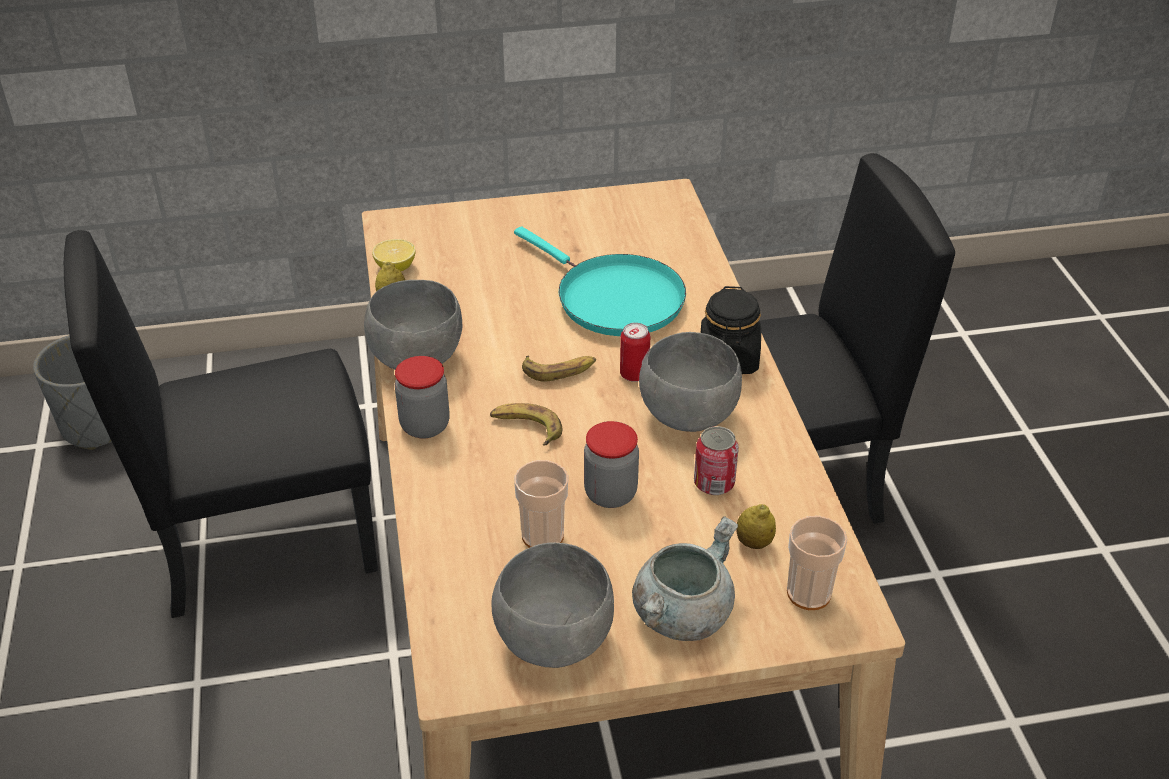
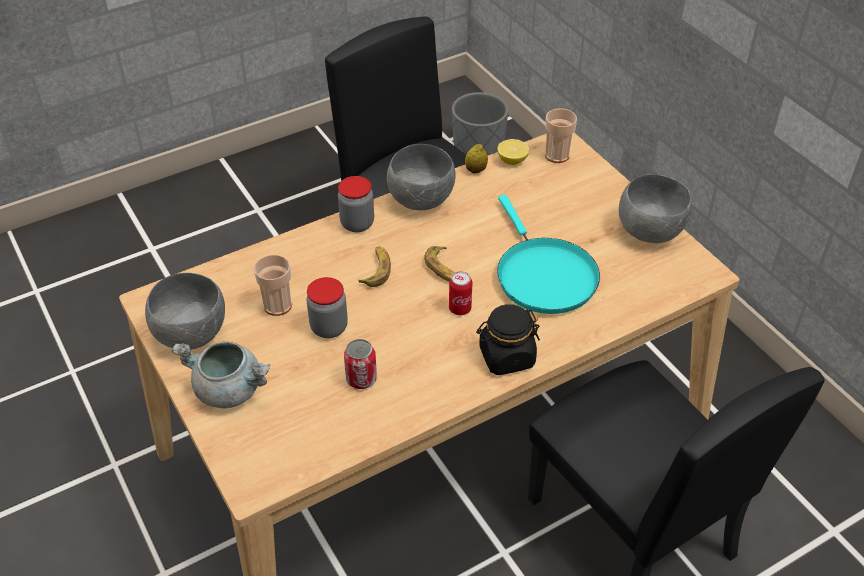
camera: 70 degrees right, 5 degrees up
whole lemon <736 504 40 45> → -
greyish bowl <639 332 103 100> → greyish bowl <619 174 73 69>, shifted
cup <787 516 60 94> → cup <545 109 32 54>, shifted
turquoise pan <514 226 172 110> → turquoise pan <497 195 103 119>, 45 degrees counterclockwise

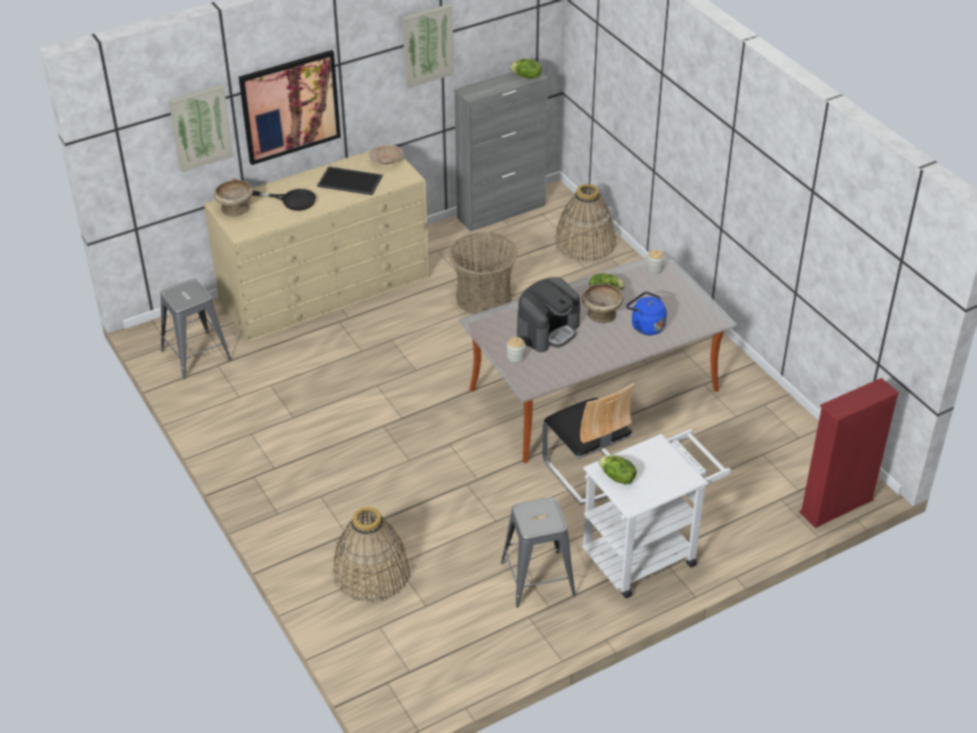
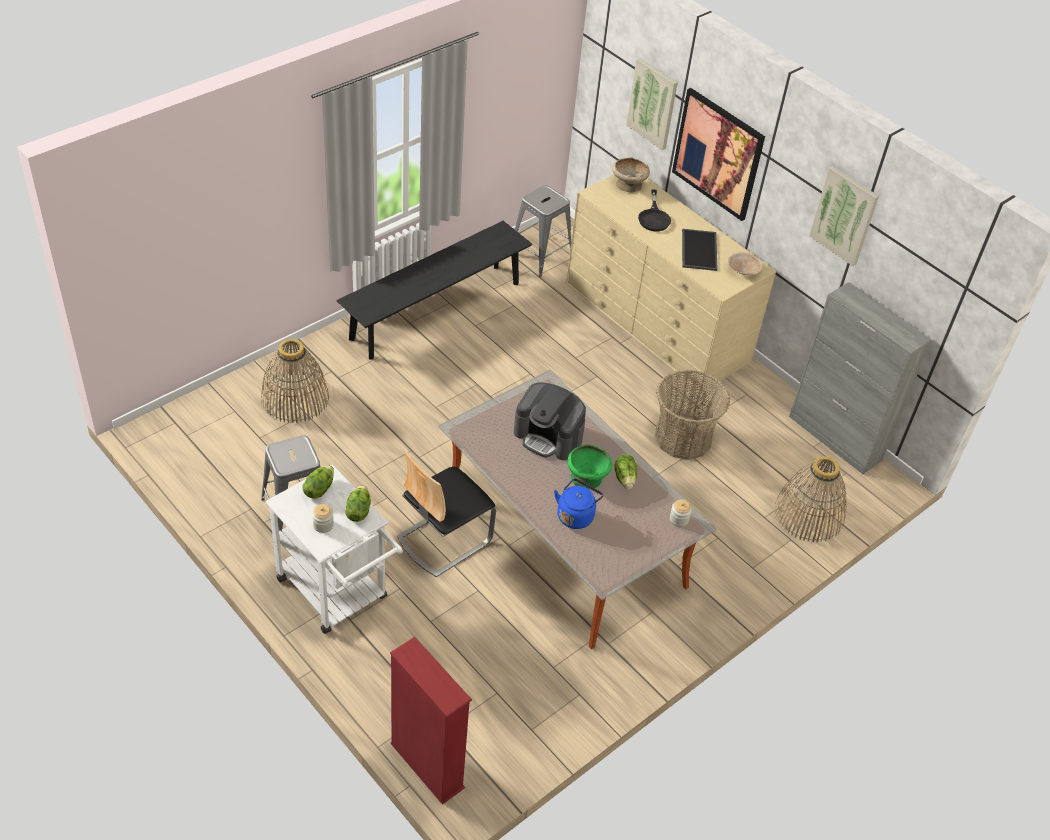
camera: 75 degrees right, 5 degrees up
- → blackish indoor bench <337 221 195 139>
storage jar <507 337 18 26> → storage jar <312 504 22 29>, shifted
lettuce <510 59 32 20> → lettuce <345 485 26 37>, shifted
beige-coloured bowl <582 283 41 40> → greenish bowl <568 444 44 45>

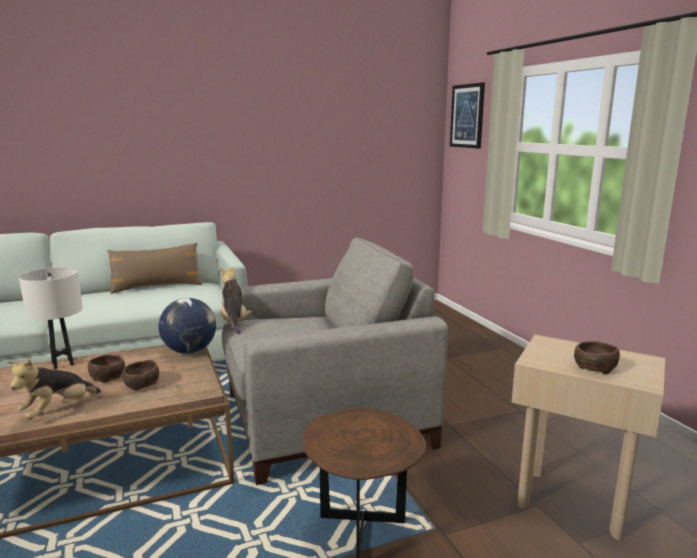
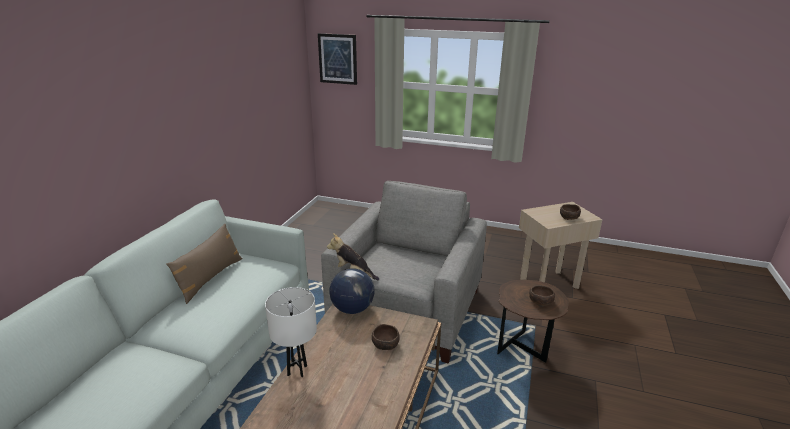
camera: 50 degrees left, 10 degrees up
cuddly toy <7 359 94 60> → -
brown bowl <88 354 37 29> → brown bowl <529 285 26 22>, shifted

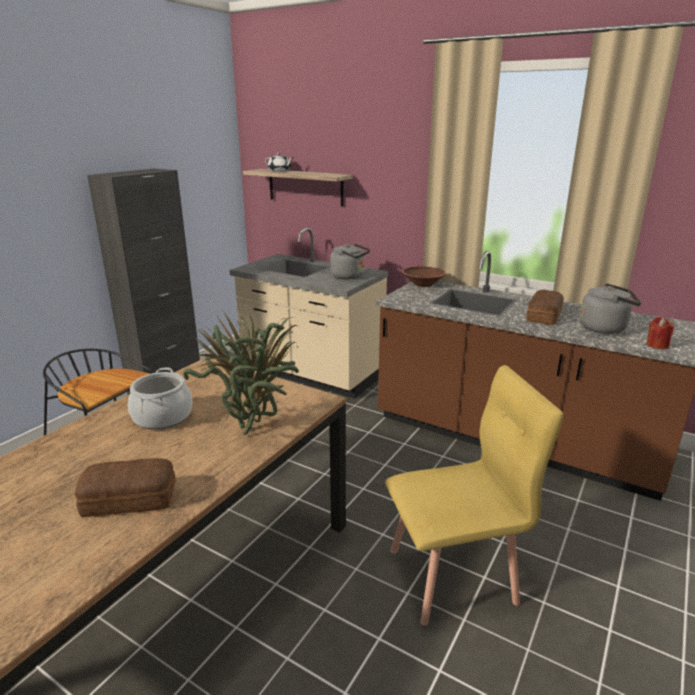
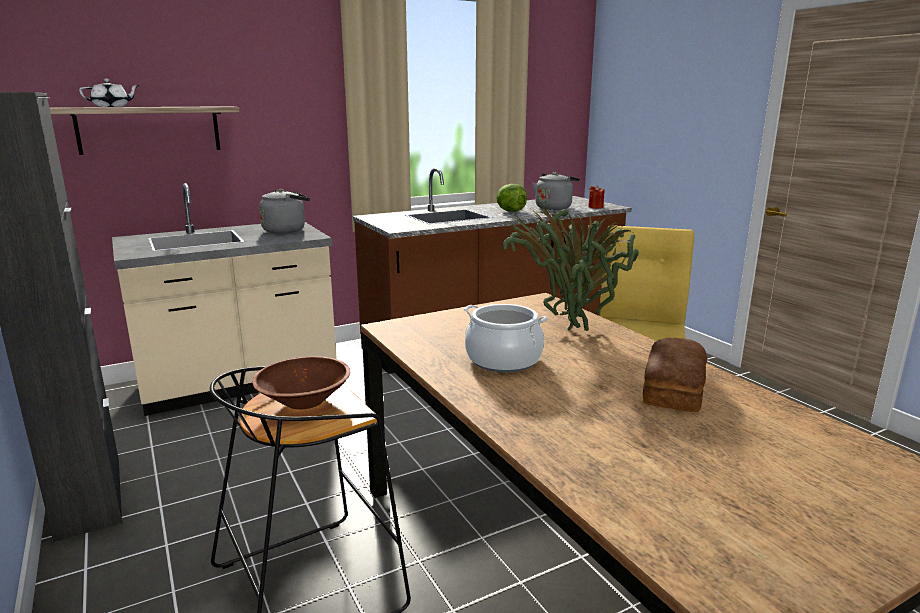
camera: 60 degrees left, 5 degrees down
brown bowl <402 266 44 21> → brown bowl <252 356 98 53>, shifted
bakery bread <526 290 38 35> → lettuce <496 184 31 28>

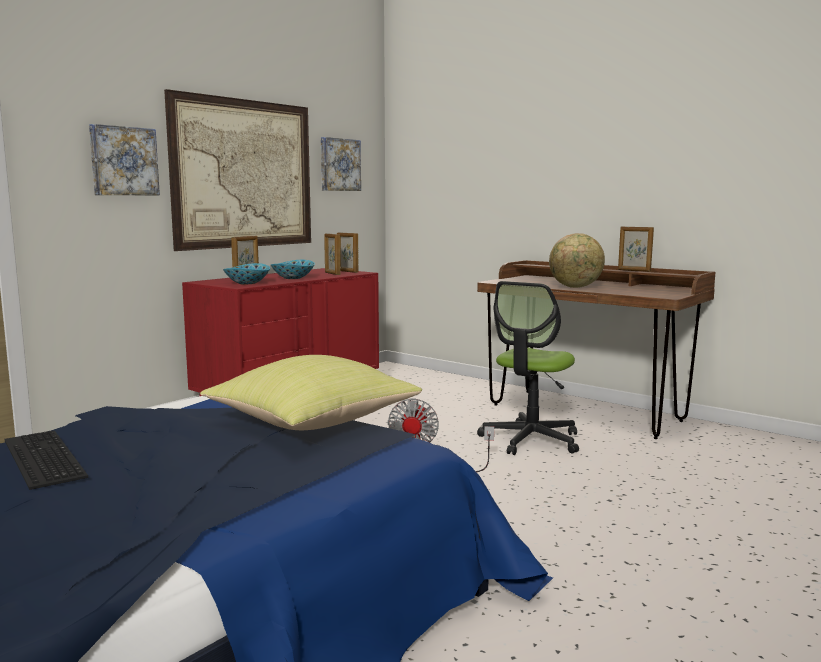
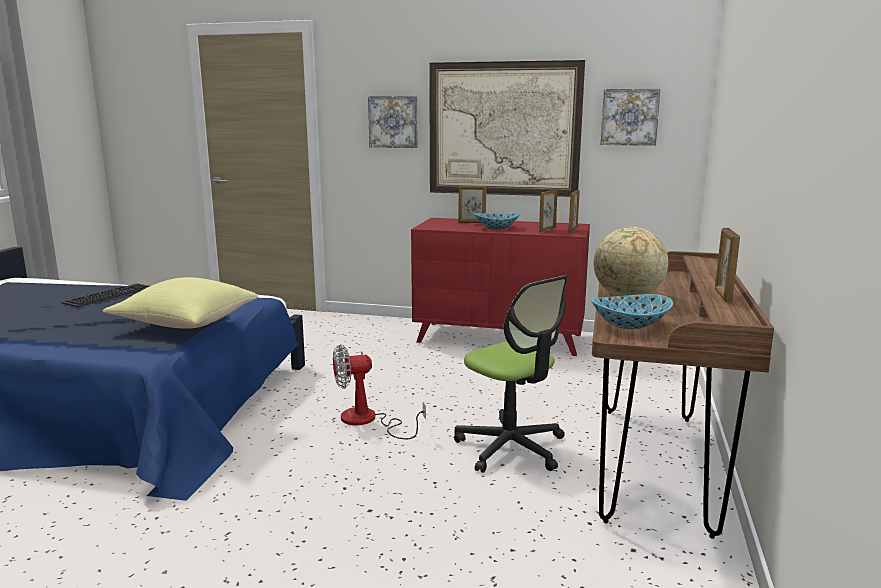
camera: 65 degrees right, 5 degrees up
bowl <223 263 47 21> → bowl <591 294 82 35>, shifted
desk chair <477 281 102 174> → desk chair <454 275 114 198>, 135 degrees counterclockwise

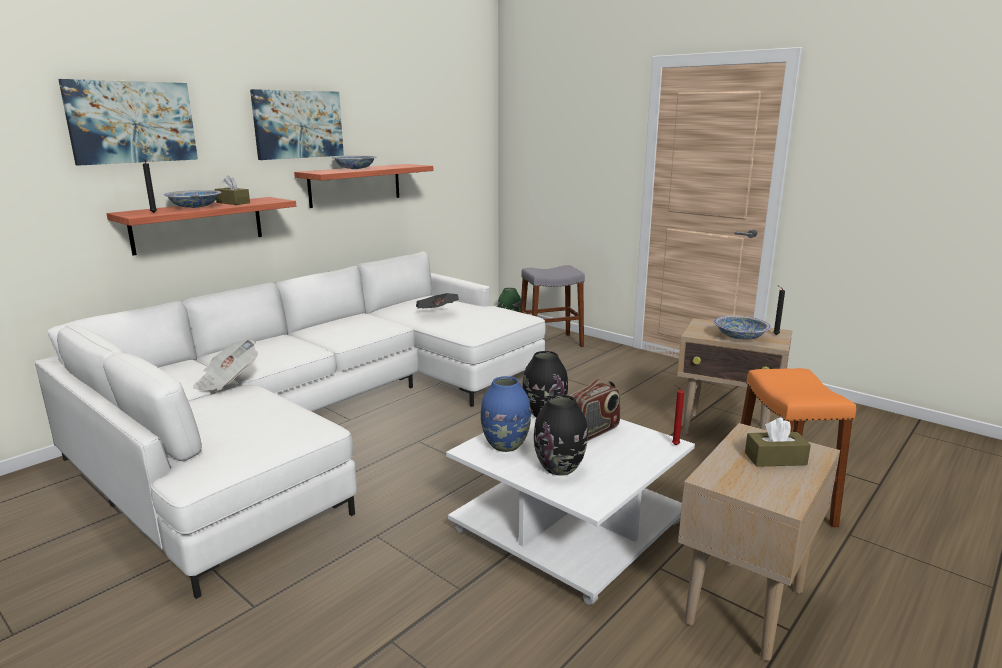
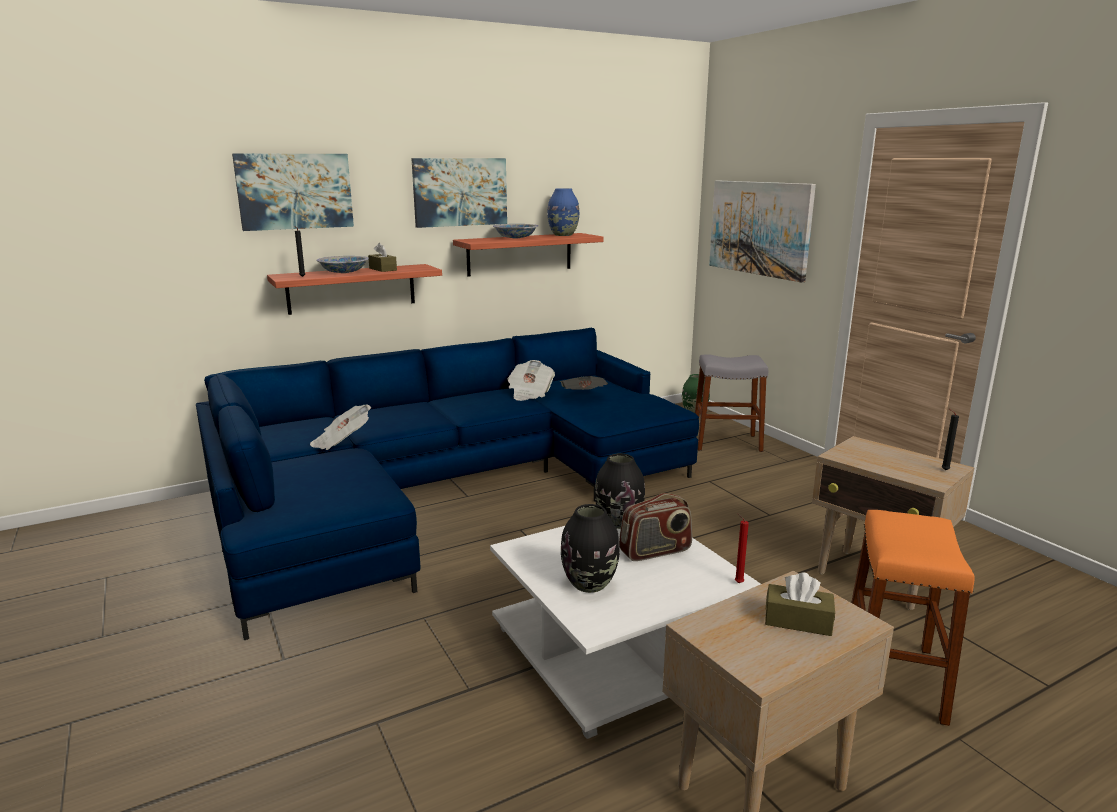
camera: 20 degrees right, 0 degrees up
bowl <714 316 57 24> → -
- → newspaper <508 360 47 41>
- → wall art <709 181 107 102>
blue decorative vase <481 376 50 76> → blue decorative vase <547 188 32 48>, shifted
whitish sofa <35 252 511 347> → blue sofa <196 328 503 312>

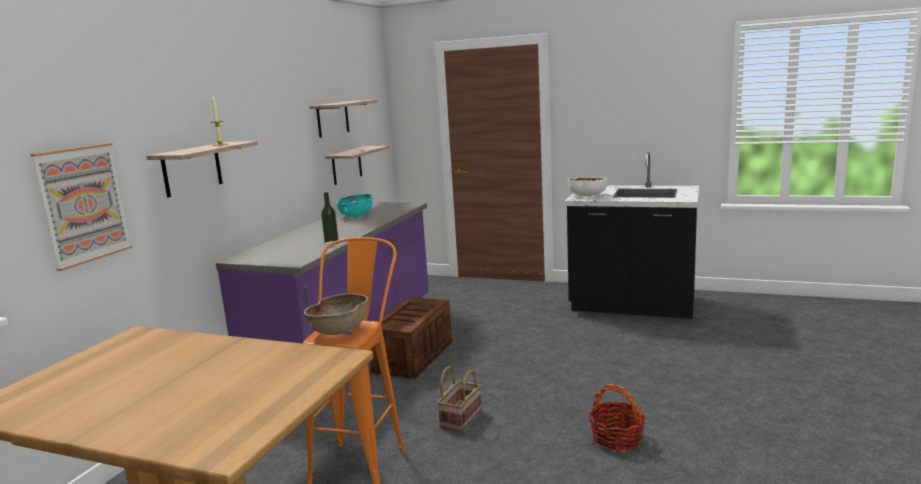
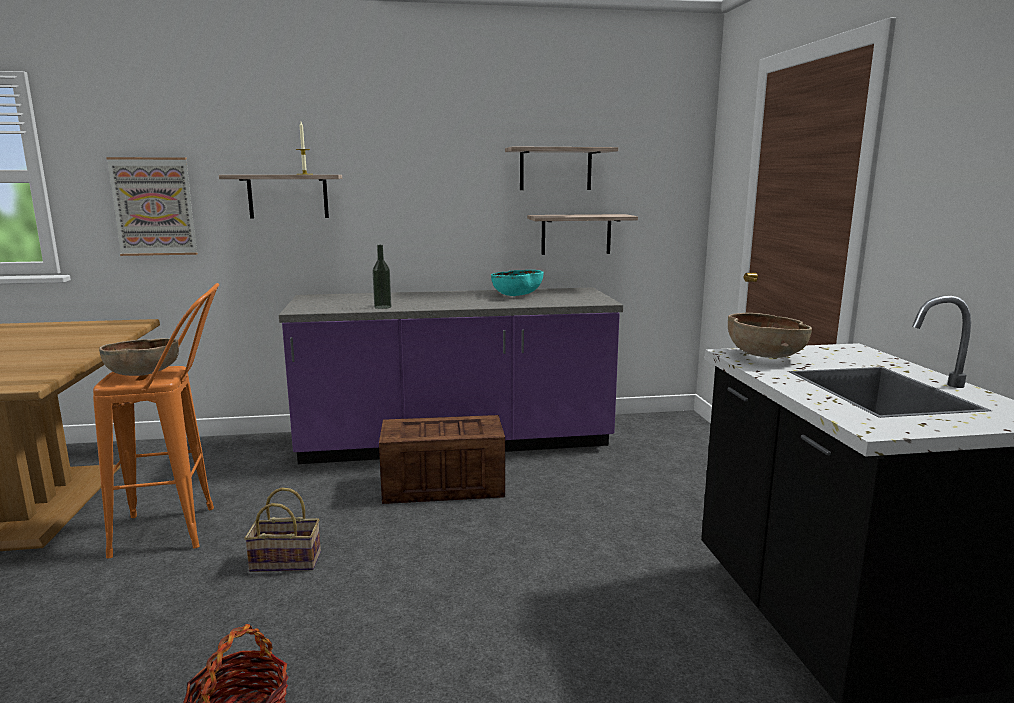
camera: 60 degrees right, 0 degrees up
whitish bowl <568 177 40 19> → brown bowl <728 313 84 45>

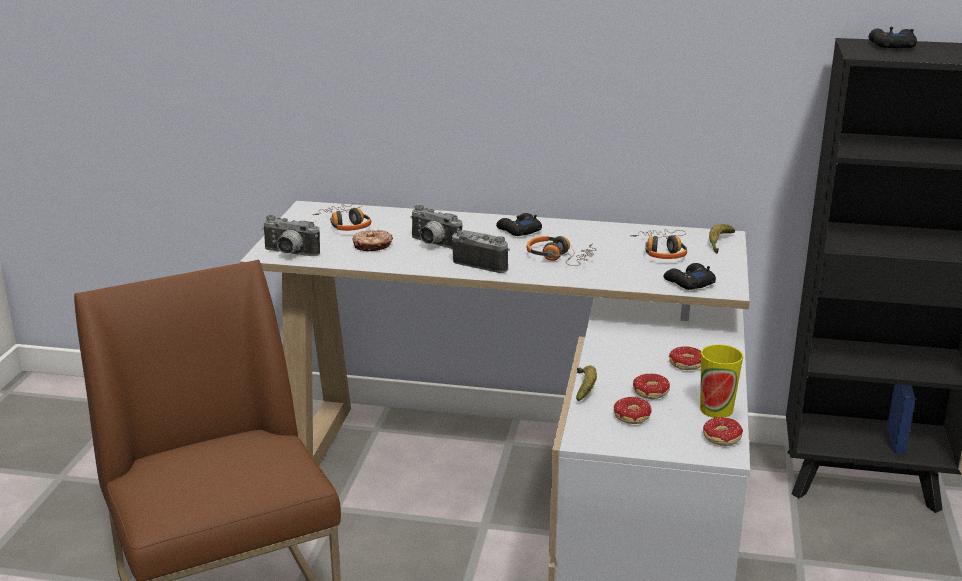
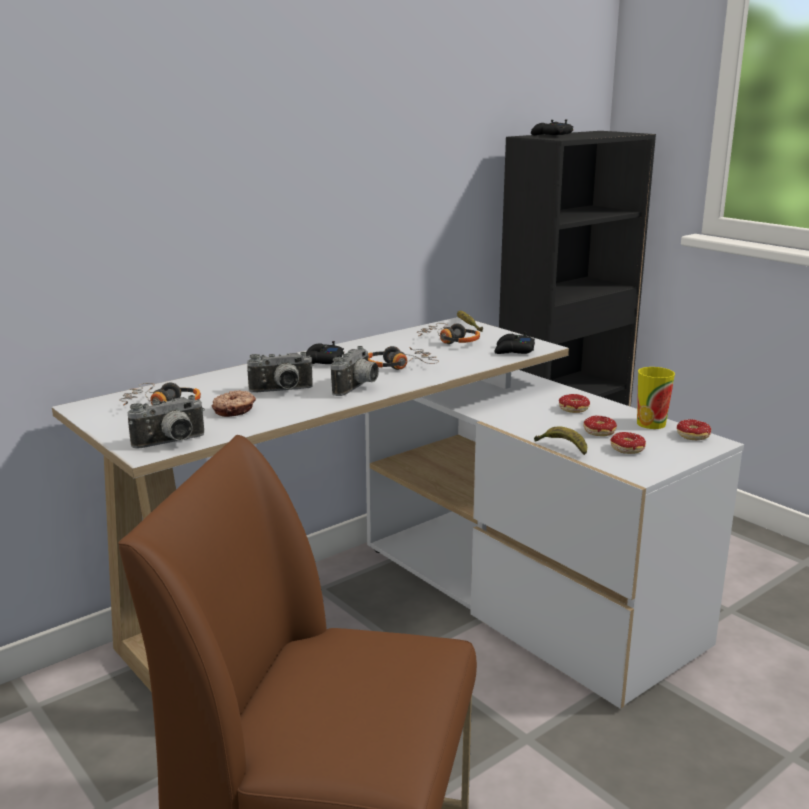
camera: 50 degrees left, 5 degrees down
photo camera <452 230 58 43> → photo camera <331 346 48 50>, 135 degrees clockwise

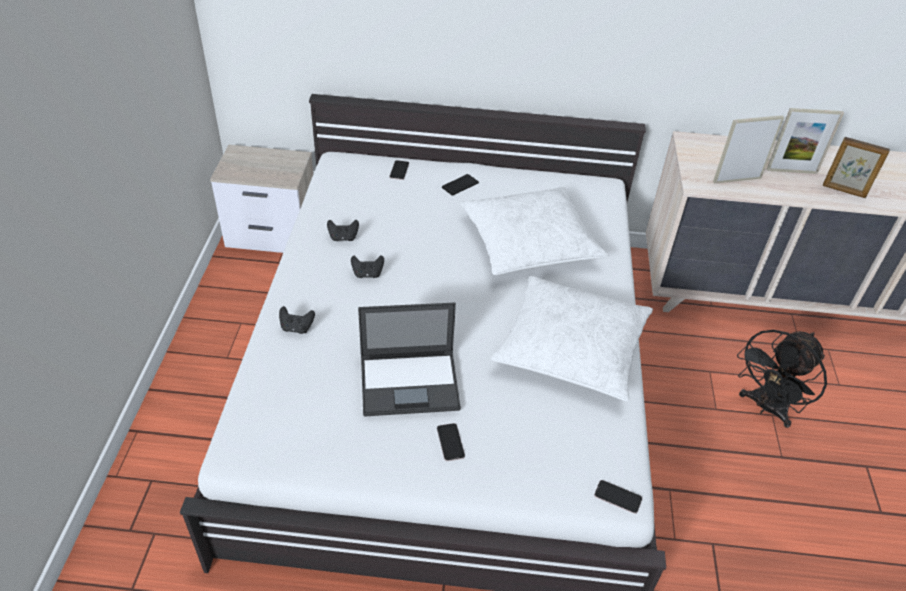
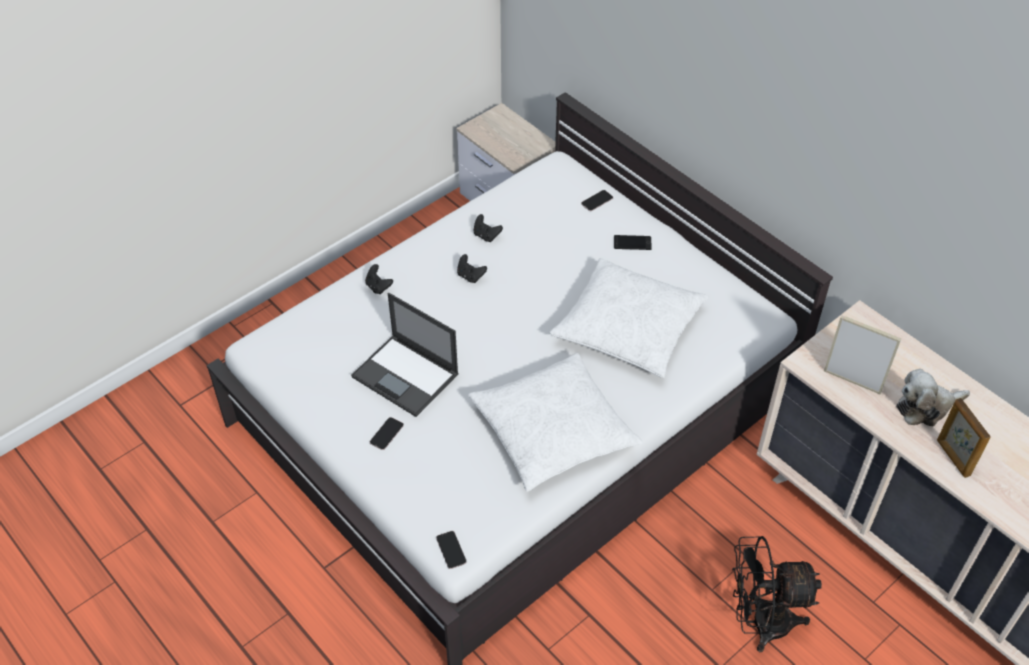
camera: 45 degrees right, 5 degrees up
picture frame <767 108 77 66> → cuddly toy <896 369 74 57>

